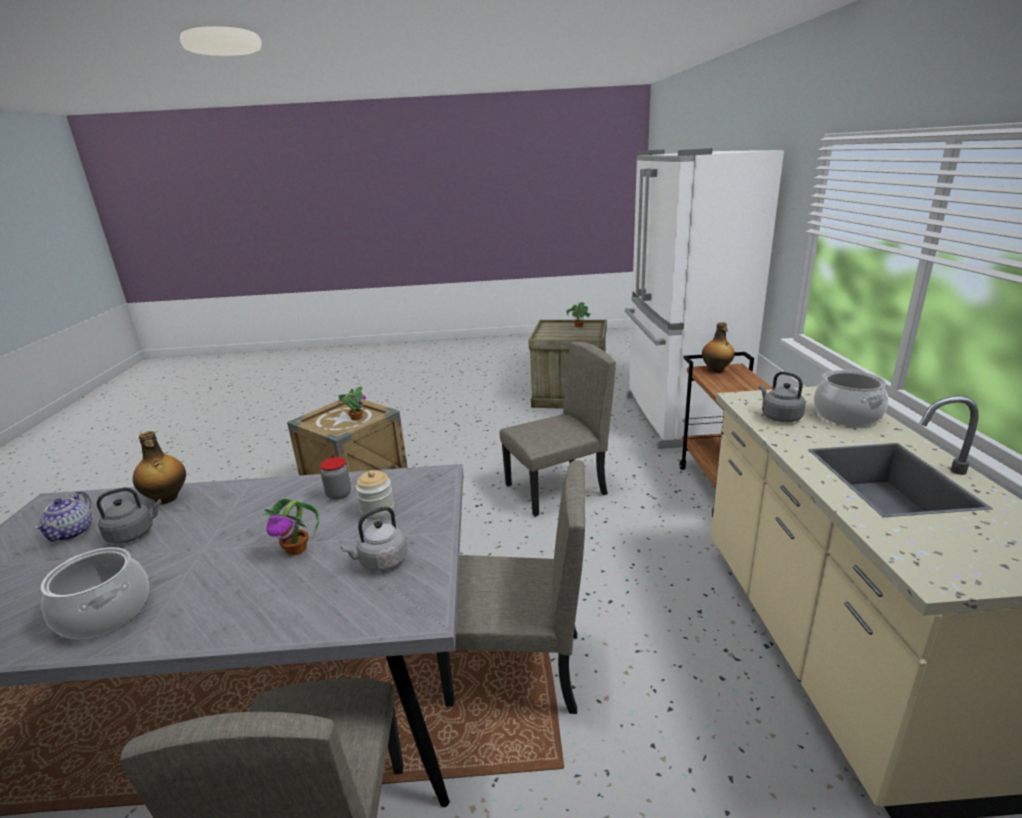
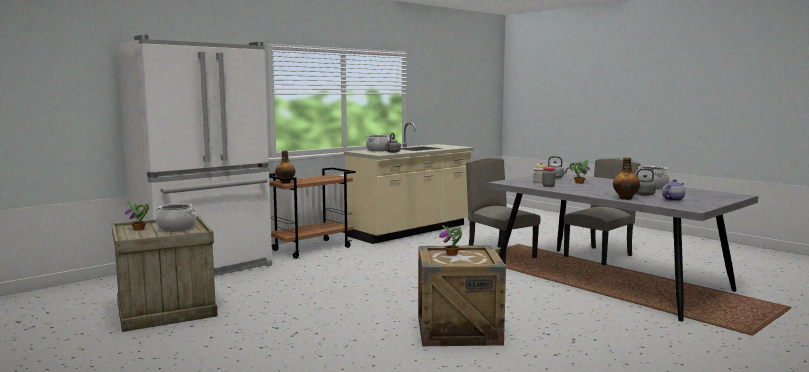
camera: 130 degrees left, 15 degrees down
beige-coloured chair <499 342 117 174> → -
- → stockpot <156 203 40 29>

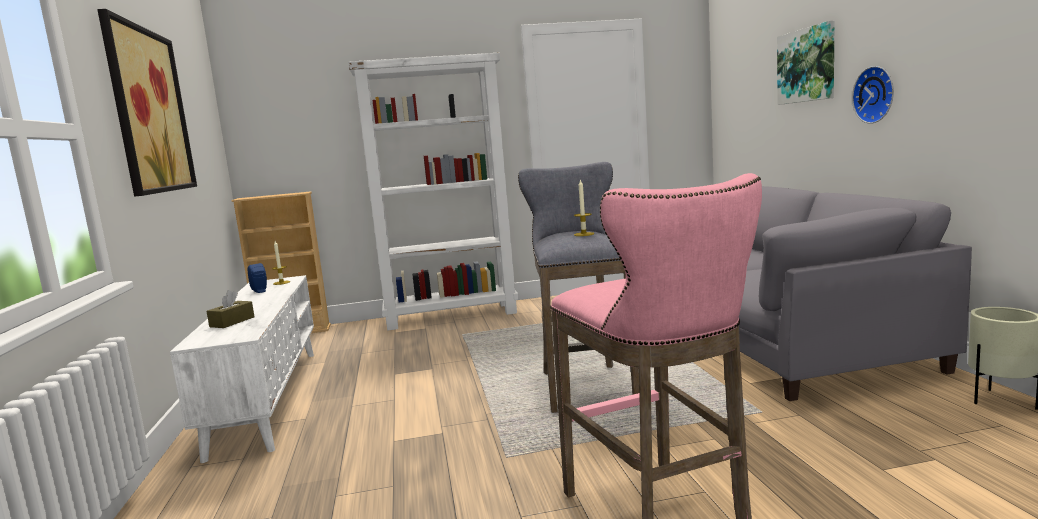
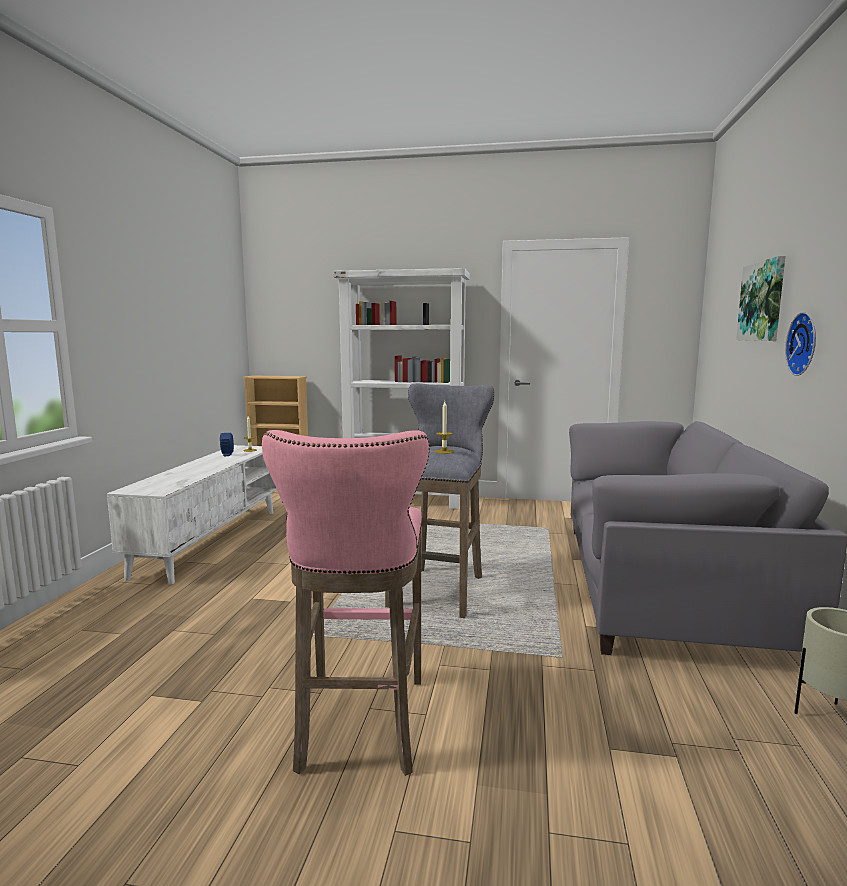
camera: 20 degrees right, 0 degrees up
wall art <97 9 100 187> → -
brown box of tissues <207 290 48 38> → -

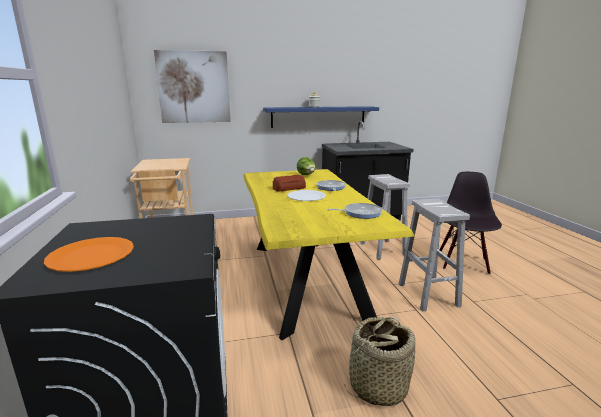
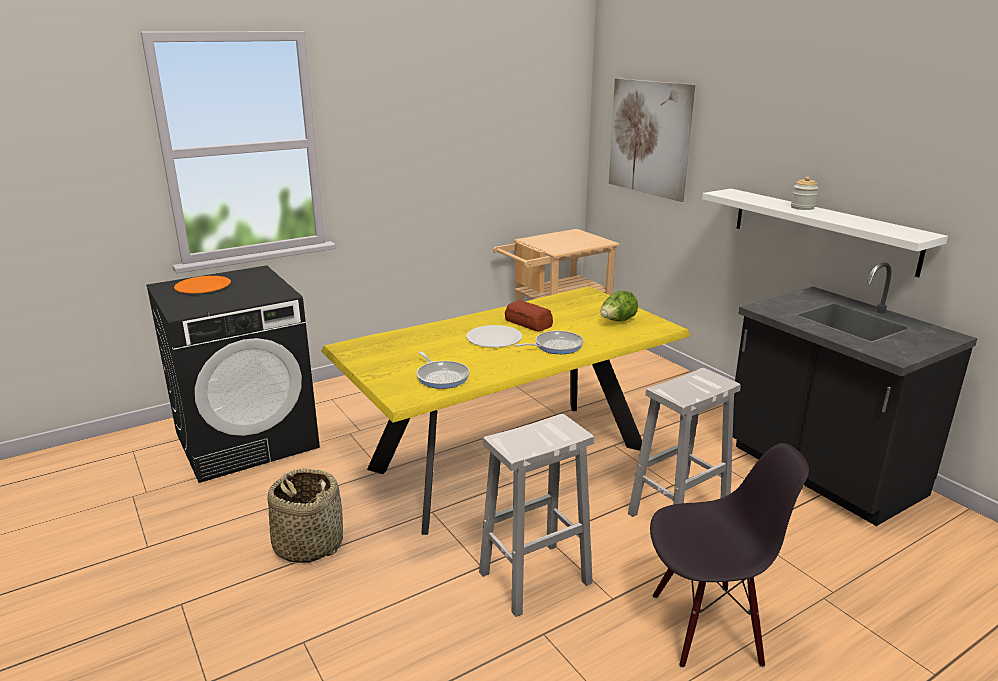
camera: 70 degrees right, 5 degrees up
blue shelf <263 106 116 22> → whitish shelf <702 189 246 89>

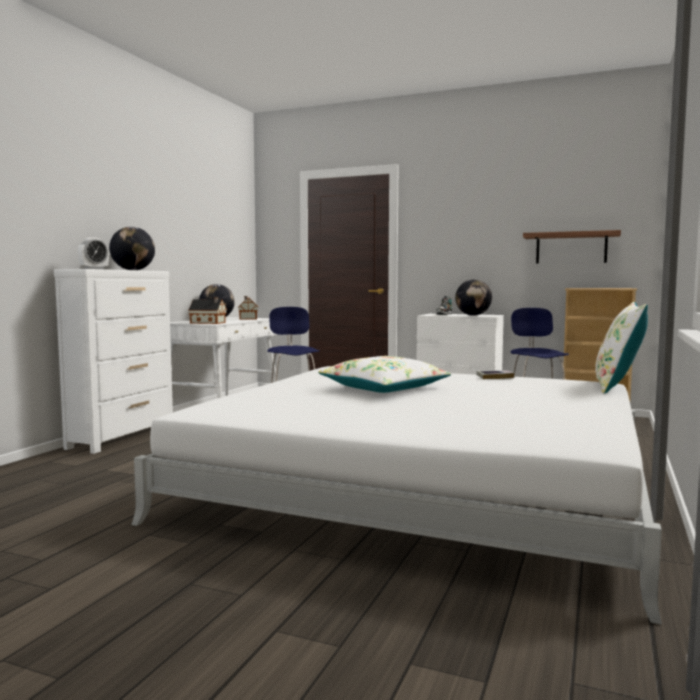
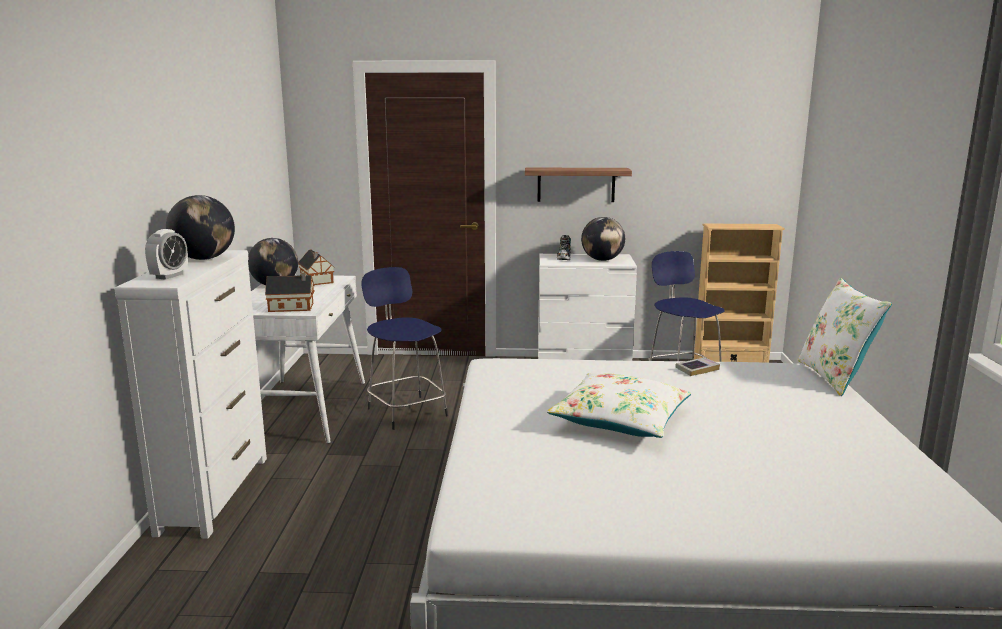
camera: 20 degrees left, 10 degrees up
shelf <523 230 98 34> → shelf <525 167 107 35>, shifted

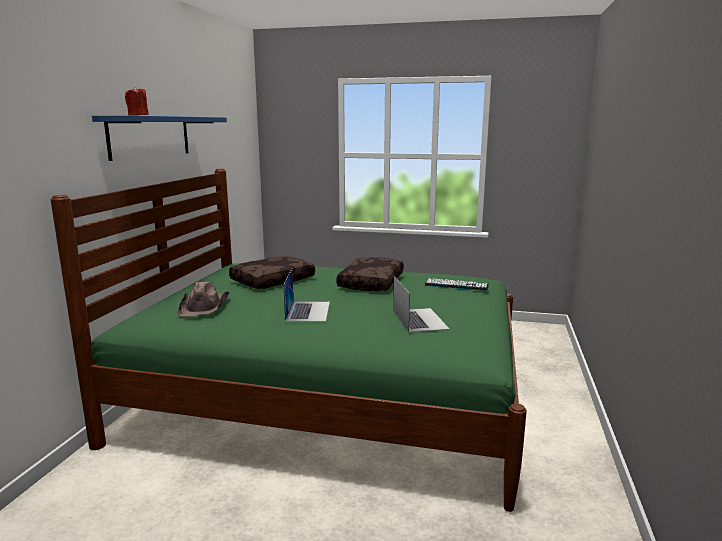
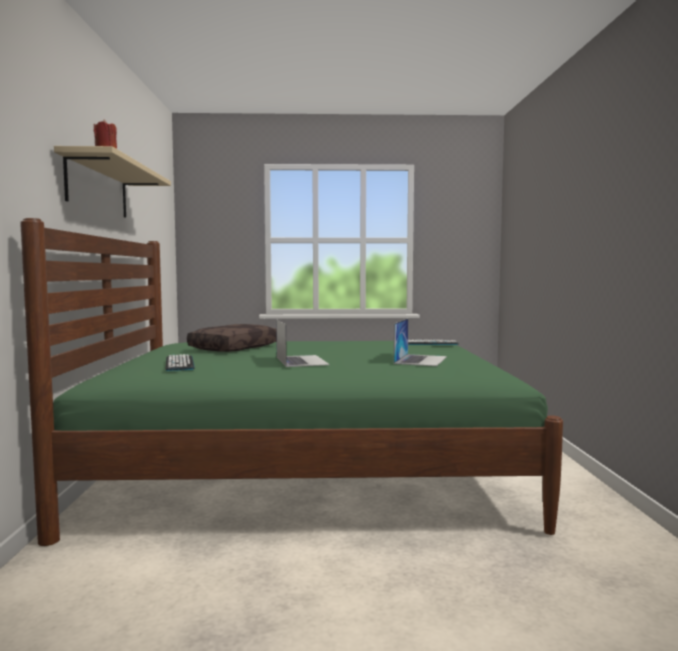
camera: 15 degrees left, 10 degrees down
brown pillow <337 257 67 34> → -
brown hat <178 282 51 35> → PC keyboard <165 354 30 17>
blue shelf <92 115 135 46> → beige-coloured shelf <54 146 117 72>
portable computer <393 276 57 56> → portable computer <394 318 53 48>, 45 degrees clockwise

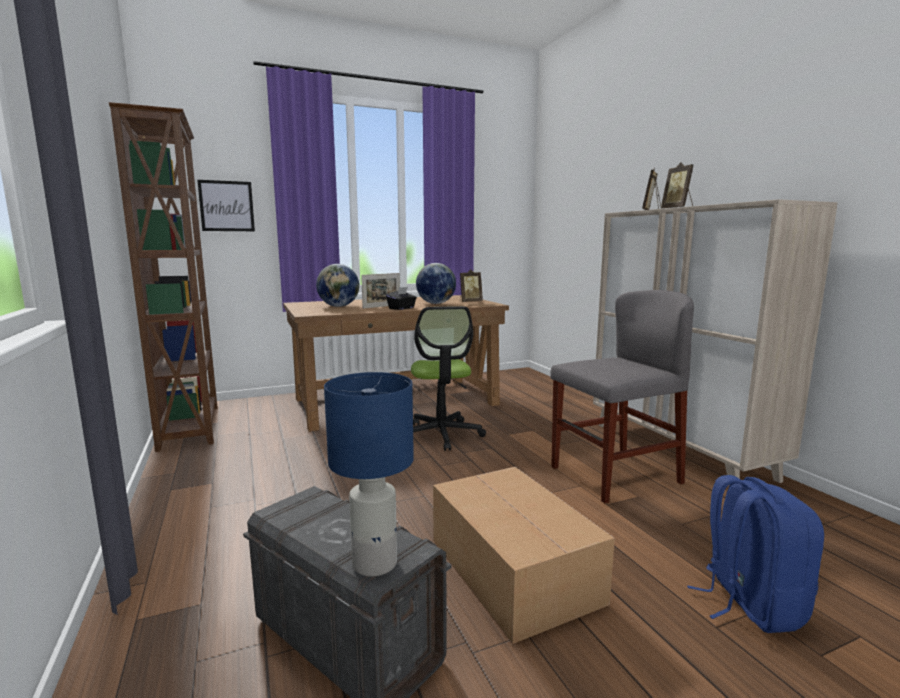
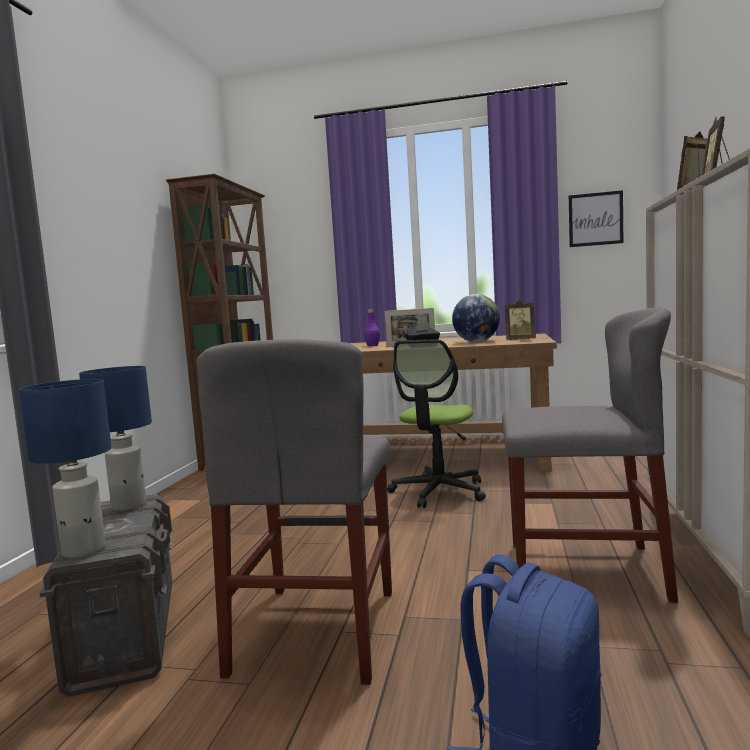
camera: 35 degrees right, 5 degrees down
- → blue tabletop lamp <79 366 73 145>
wall art <197 180 58 51> → wall art <569 190 54 57>, shifted
world globe <316 264 43 43> → purple-coloured bottle <364 308 16 38>
packing box <433 467 182 177> → greyish chair <197 339 195 346>

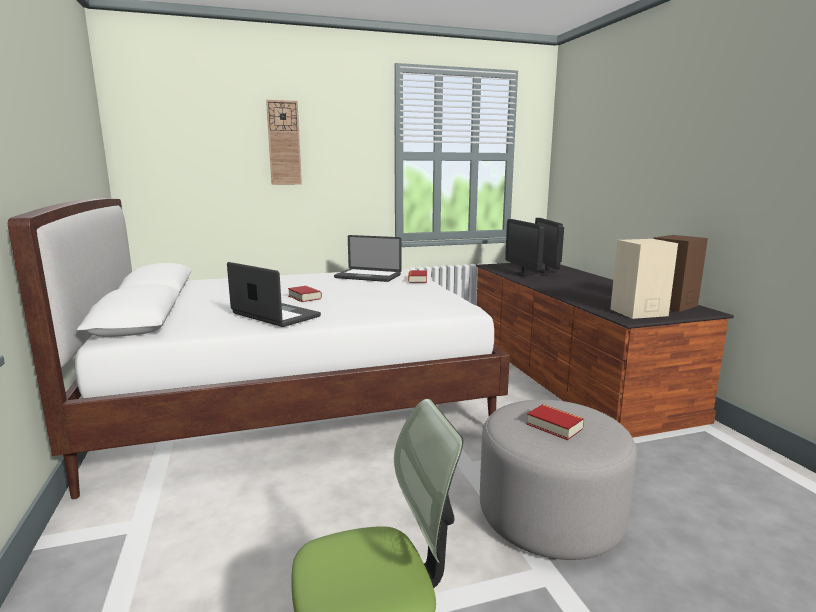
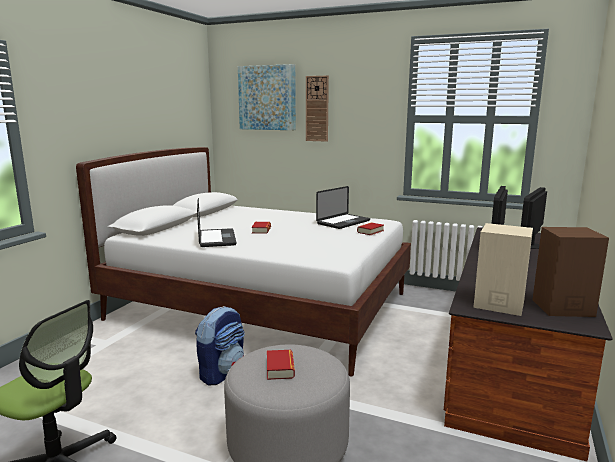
camera: 40 degrees right, 0 degrees up
- → rucksack <195 306 50 80>
- → wall art <238 64 58 66>
portable computer <334 235 68 47> → portable computer <316 186 54 43>, 105 degrees counterclockwise

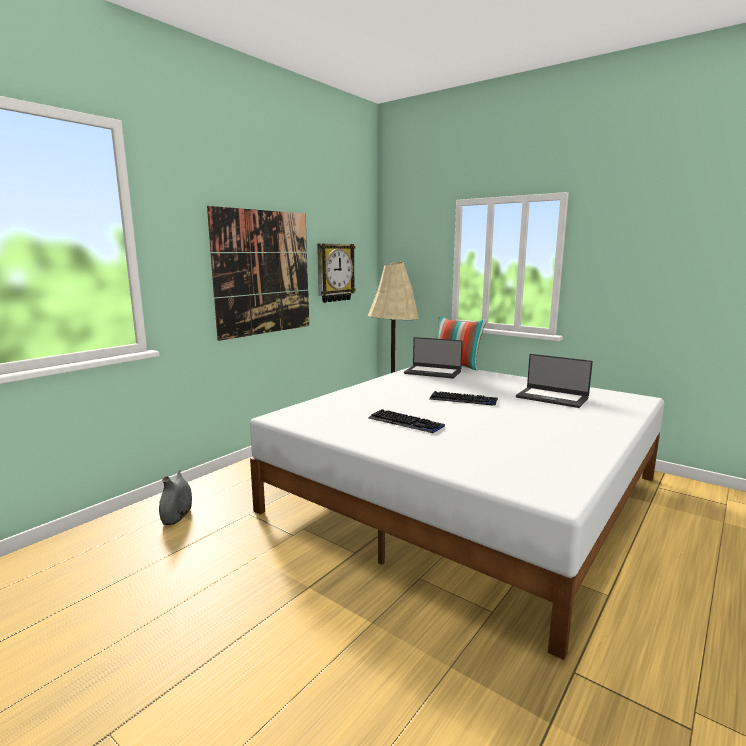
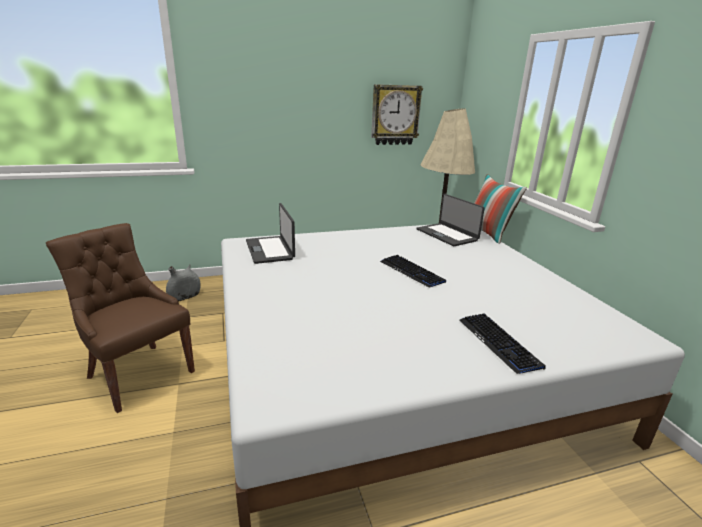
camera: 35 degrees right, 10 degrees up
wall art <207 206 102 135> → -
- → brown chair <46 223 149 190>
PC keyboard <368 409 77 24> → PC keyboard <459 313 87 61>, shifted
portable computer <516 354 77 54> → portable computer <246 203 49 61>, shifted

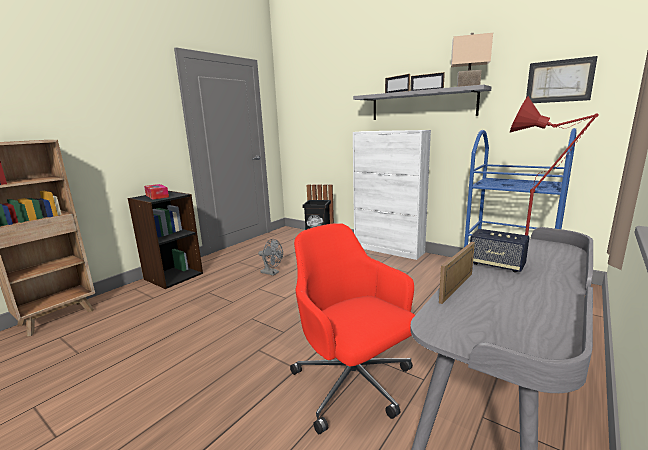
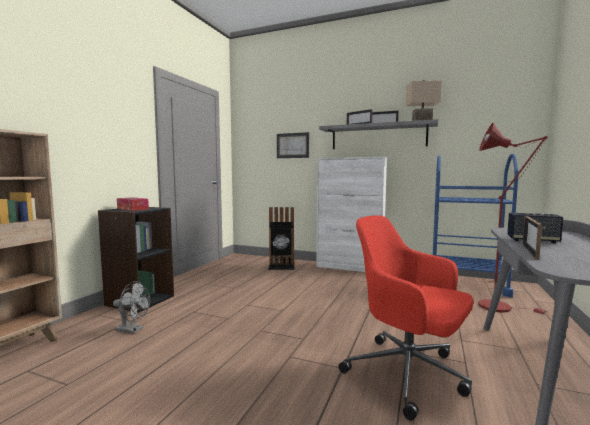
camera: 15 degrees left, 10 degrees down
greyish fan <258 239 25 37> → greyish fan <113 281 37 53>, shifted
wall art <526 56 72 47> → wall art <277 132 32 26>, shifted

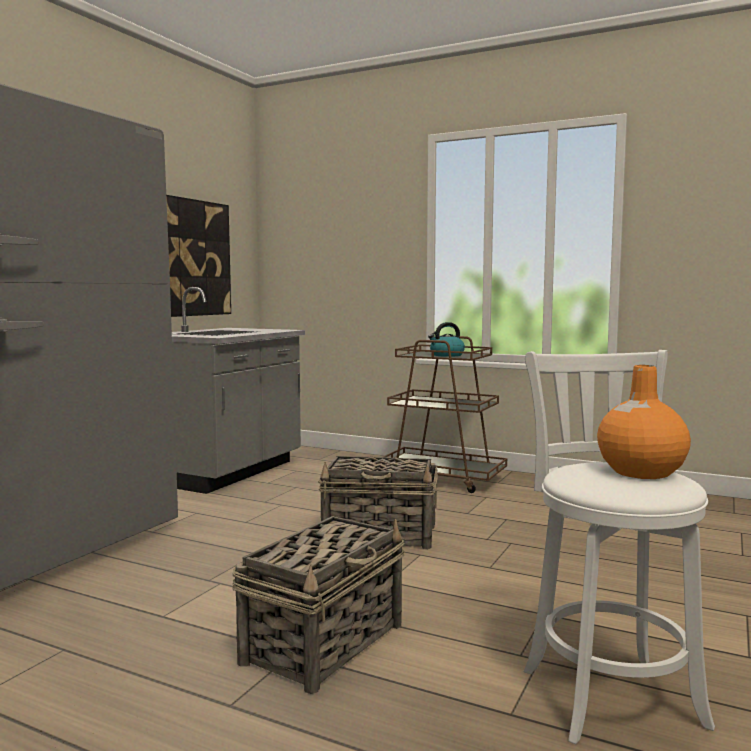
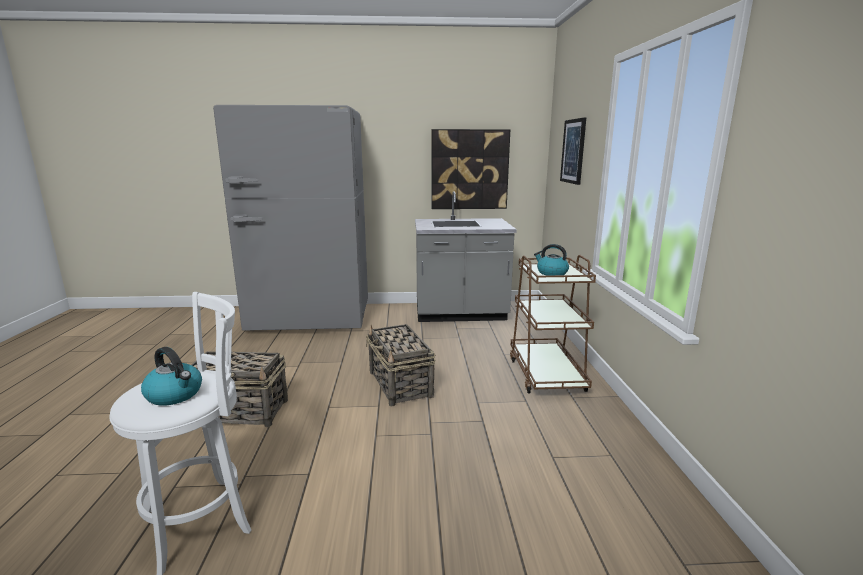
camera: 60 degrees right, 10 degrees up
- → wall art <560 118 26 67>
orange-coloured decorative vase <597 365 94 114> → tea kettle <141 347 61 59>

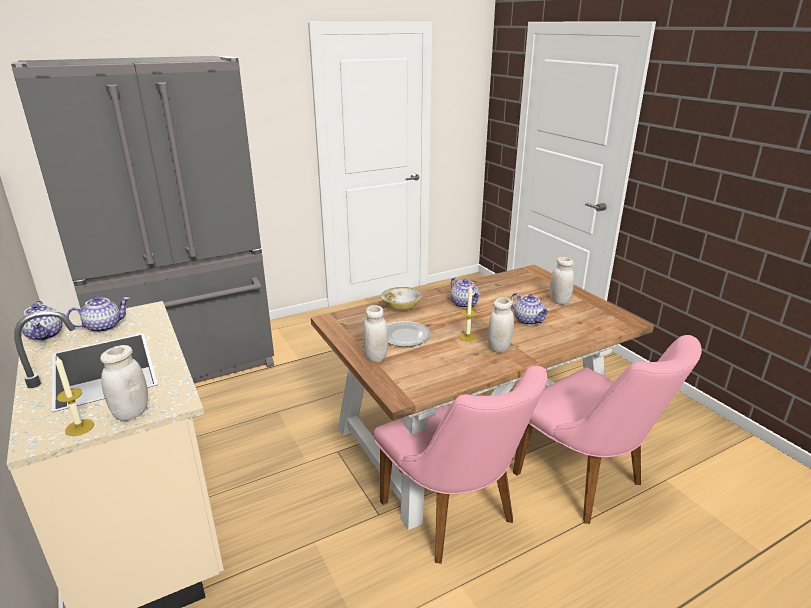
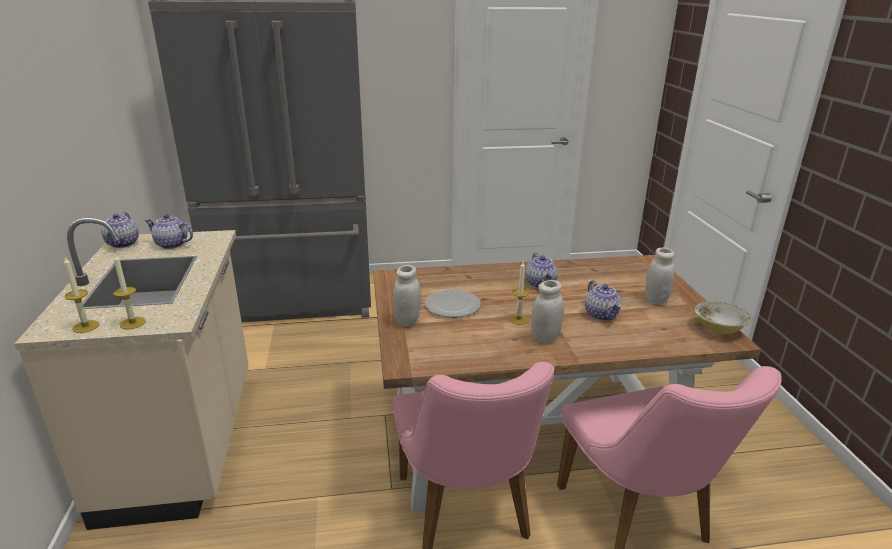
camera: 20 degrees right, 0 degrees up
bowl <381 287 41 23> → bowl <694 301 58 33>, shifted
whitish storage jar <100 345 48 76> → wax light <113 254 33 75>
teapot <66 296 64 37> → teapot <145 214 48 35>, 150 degrees counterclockwise

